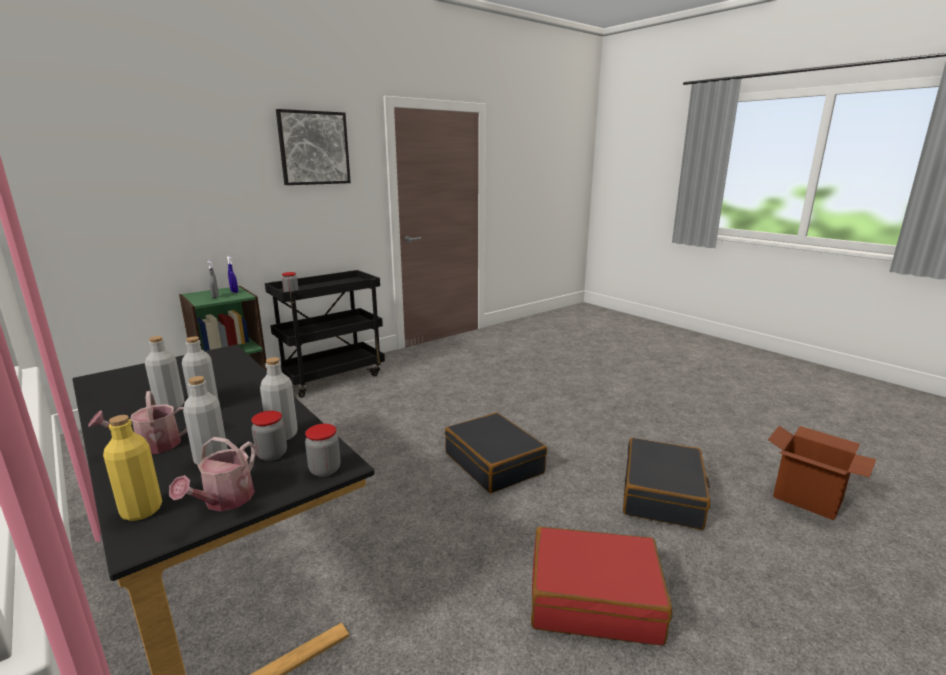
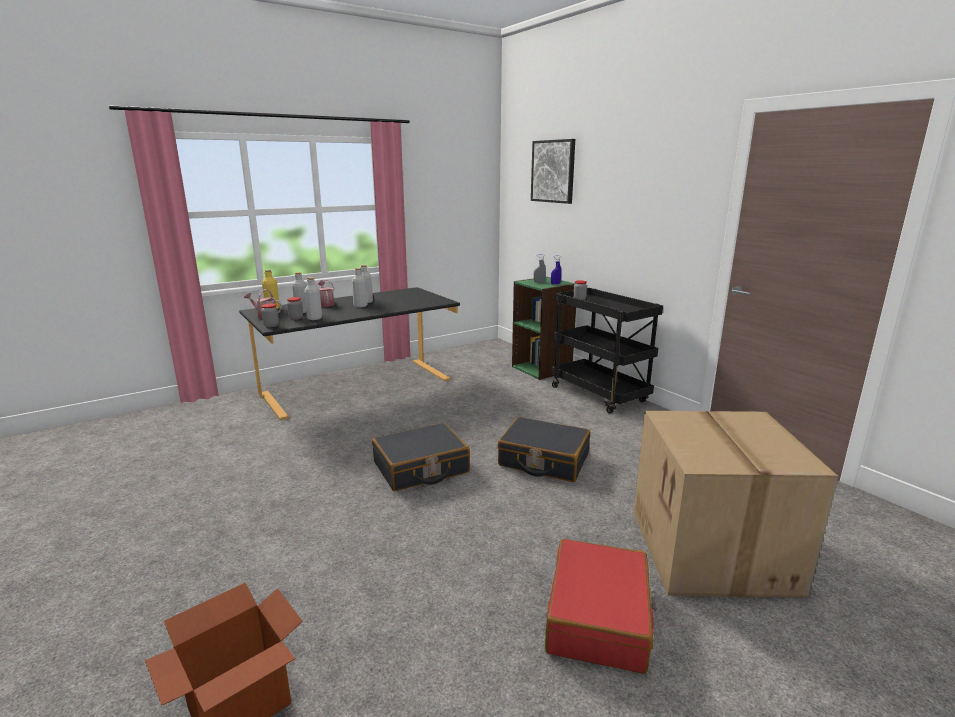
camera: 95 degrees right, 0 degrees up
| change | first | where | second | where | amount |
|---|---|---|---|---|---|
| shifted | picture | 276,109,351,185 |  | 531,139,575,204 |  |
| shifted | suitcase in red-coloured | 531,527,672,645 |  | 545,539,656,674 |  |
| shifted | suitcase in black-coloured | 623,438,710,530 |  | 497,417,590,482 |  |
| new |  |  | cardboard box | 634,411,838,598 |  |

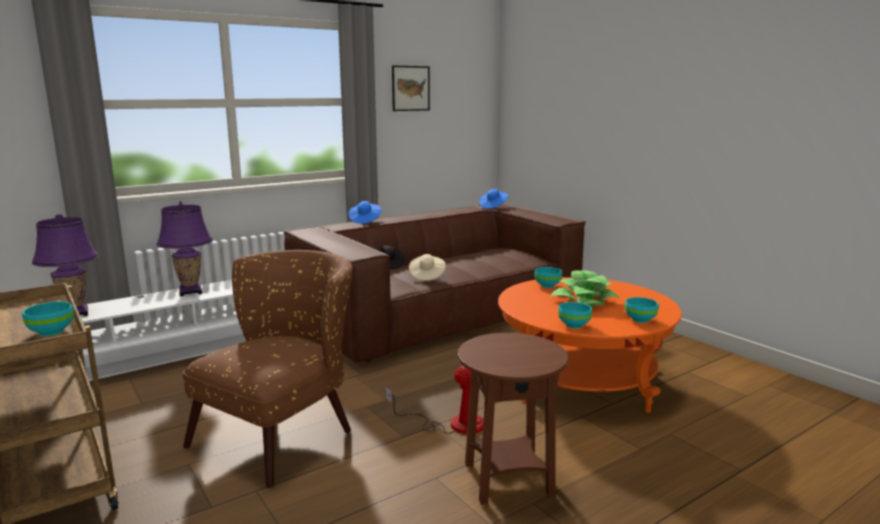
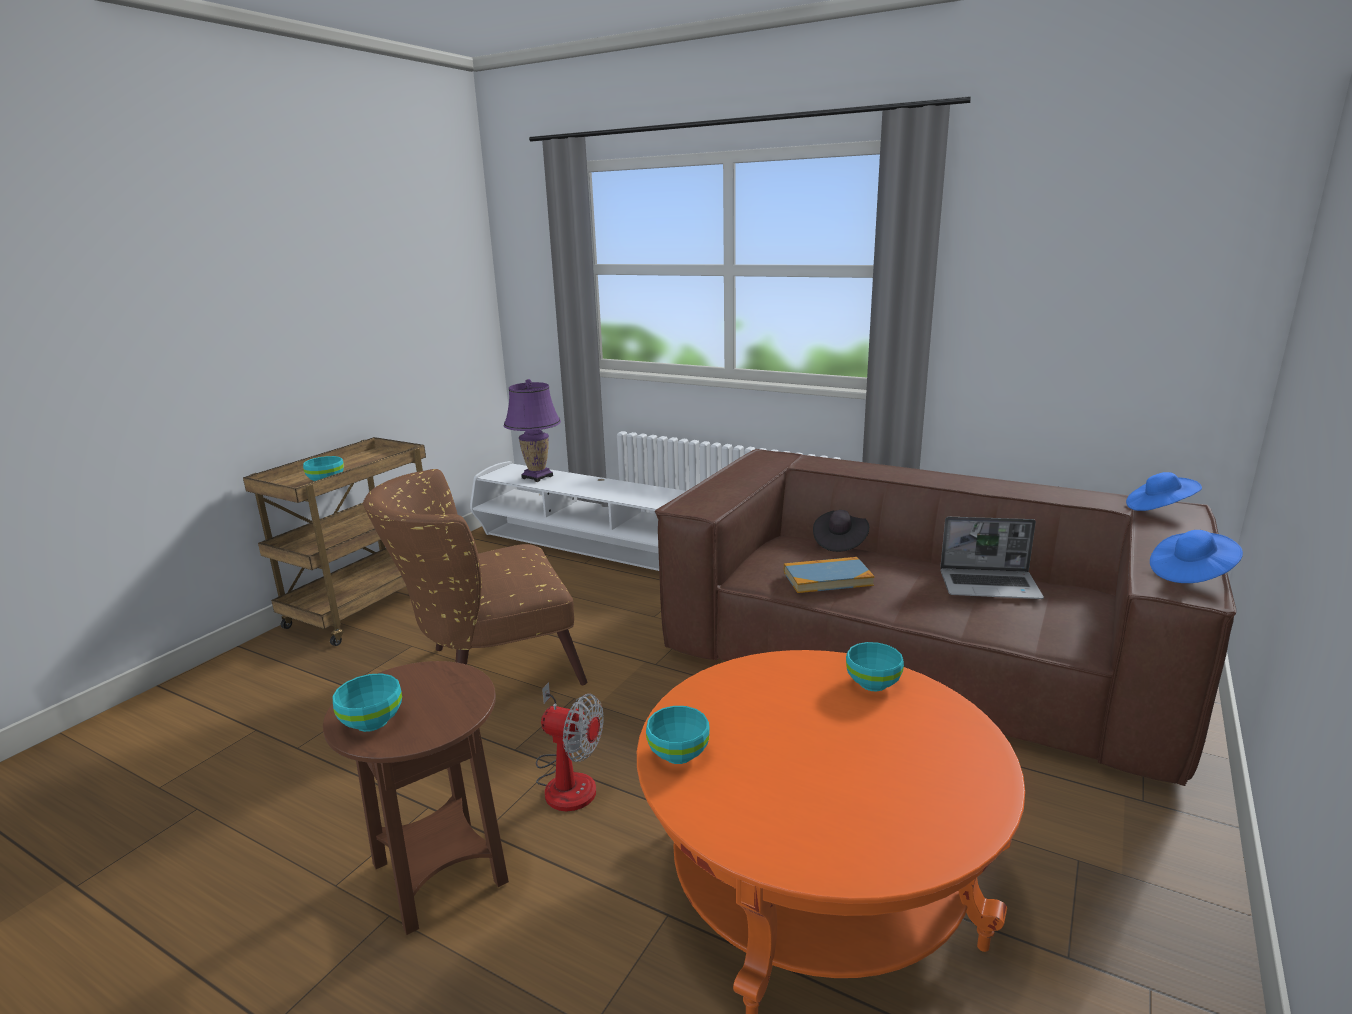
camera: 65 degrees right, 5 degrees up
| change | first | where | second | where | amount |
|---|---|---|---|---|---|
| gone | tabletop lamp in purple-coloured | 156,201,213,296 |  |  |  |
| rotated | easy chair in brown-coloured | 183,250,353,488 |  | 363,469,587,685 | 150 degrees clockwise |
| shifted | wearable hat in bluish | 349,201,381,224 |  | 1150,530,1243,583 |  |
| gone | picture | 392,65,430,111 |  |  |  |
| swapped | wearable hat in beige-coloured | 409,254,446,281 | bound book | 784,557,875,593 |  |
| gone | potted plant | 551,270,619,307 |  |  |  |
| shifted | bowl in turquoise-coloured | 625,297,659,323 |  | 333,673,402,732 |  |
| new |  |  | portable computer | 940,517,1044,599 |  |

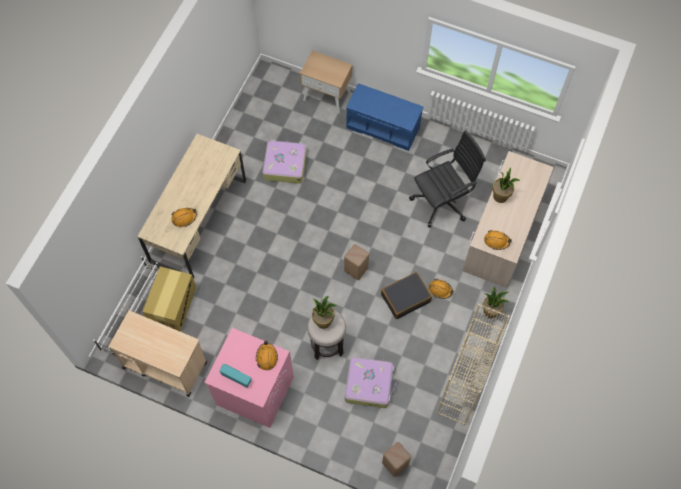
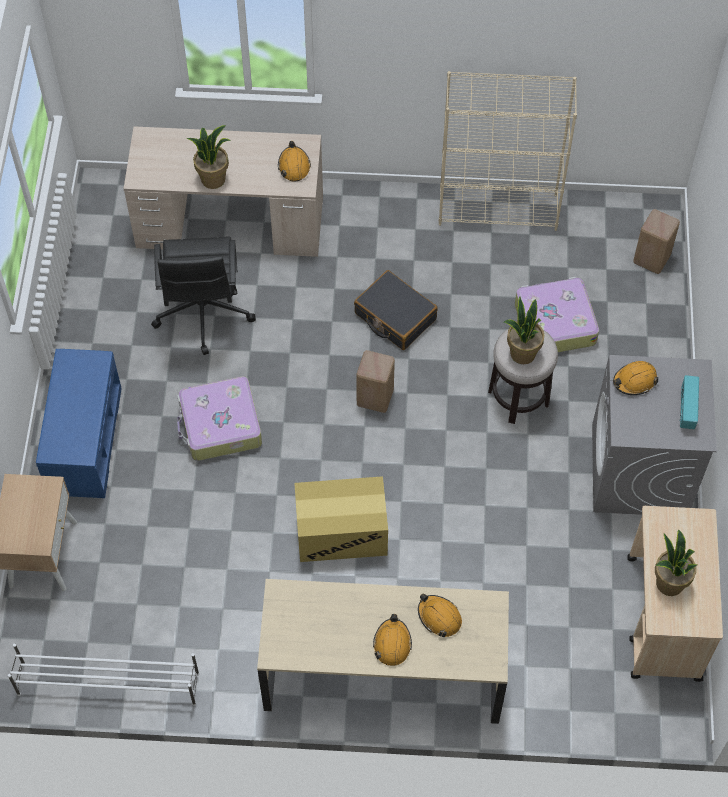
camera: 110 degrees left, 5 degrees down
| change | first | where | second | where | amount |
|---|---|---|---|---|---|
| shifted | shoe stand in white-coloured | 93,256,159,357 |  | 8,644,199,706 |  |
| shifted | cardboard box | 142,267,197,332 |  | 294,476,388,562 |  |
| repainted | washing machine in pink | 204,328,294,428 | washing machine in greyish | 592,355,717,515 |  |
| shifted | suitcase | 263,140,307,184 |  | 177,376,262,461 |  |
| rotated | computer chair in black-coloured | 409,130,486,227 |  | 151,237,256,355 | 135 degrees counterclockwise |
| shifted | safety helmet in orange | 429,279,454,299 |  | 373,614,412,666 |  |
| shifted | potted plant | 483,287,509,318 |  | 655,529,697,596 |  |

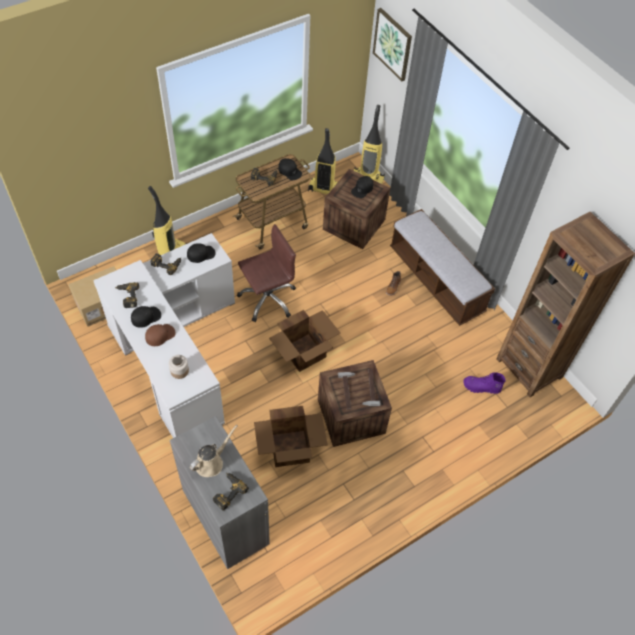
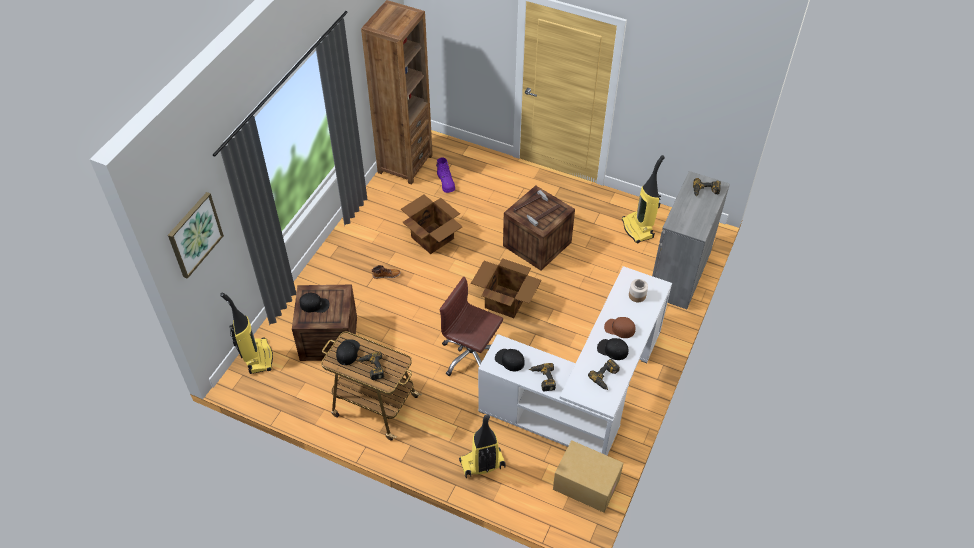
camera: 120 degrees left, 5 degrees down
| change | first | where | second | where | amount |
|---|---|---|---|---|---|
| gone | sprinkling can in beige-coloured | 190,425,238,477 |  |  |  |
| shifted | cardboard box | 254,406,328,467 |  | 401,195,463,254 |  |
| shifted | vacuum | 308,128,338,194 |  | 622,155,665,243 |  |
| gone | long seat | 390,209,495,326 |  |  |  |

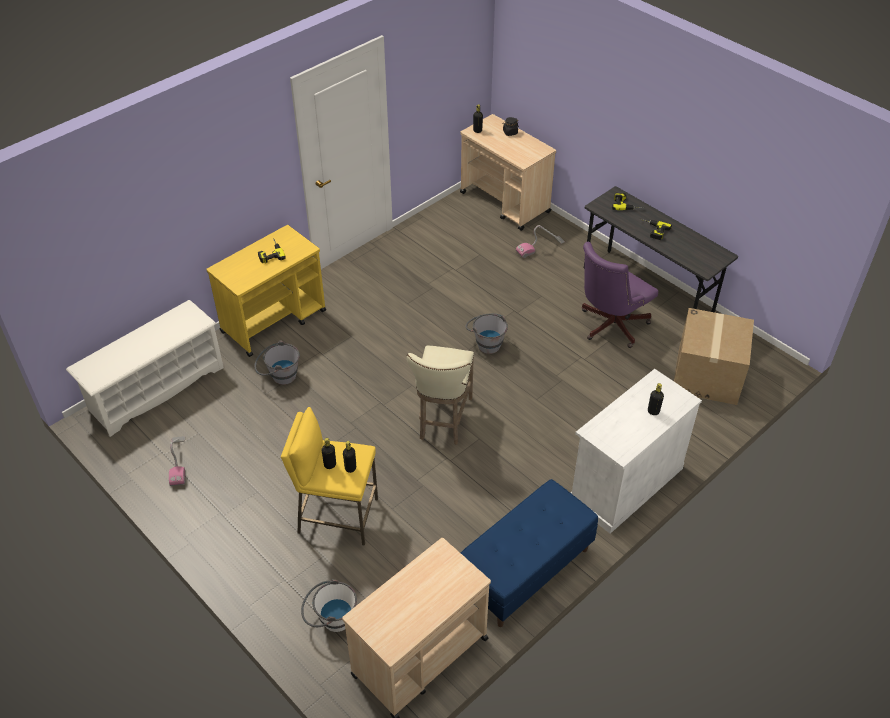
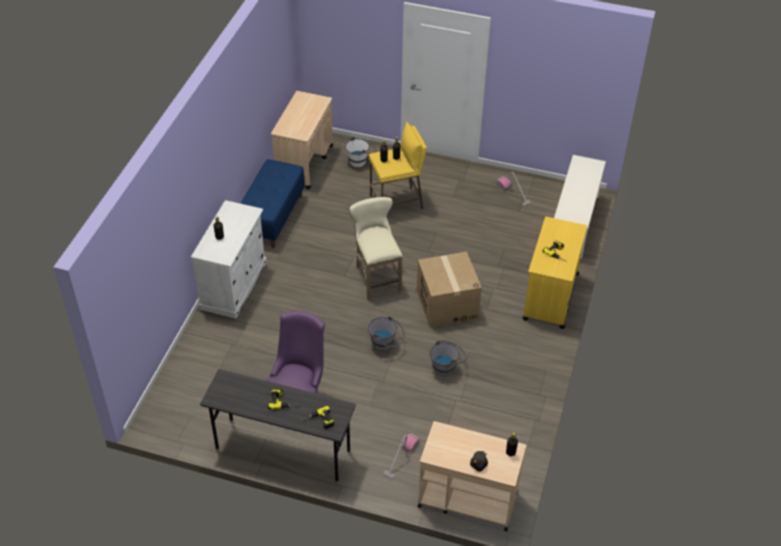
camera: 150 degrees right, 0 degrees up
| change | first | where | second | where | amount |
|---|---|---|---|---|---|
| shifted | water bucket in greyish | 254,341,300,385 |  | 429,340,466,376 |  |
| shifted | cardboard box | 674,308,754,405 |  | 417,252,482,327 |  |

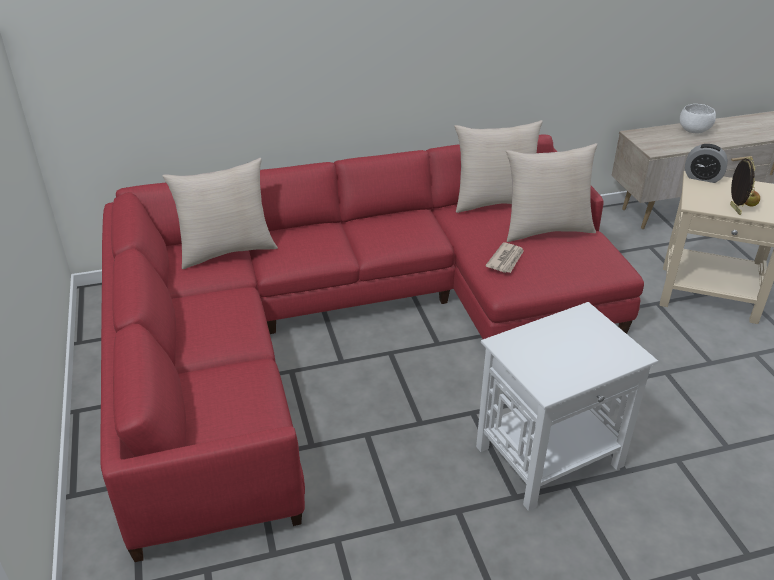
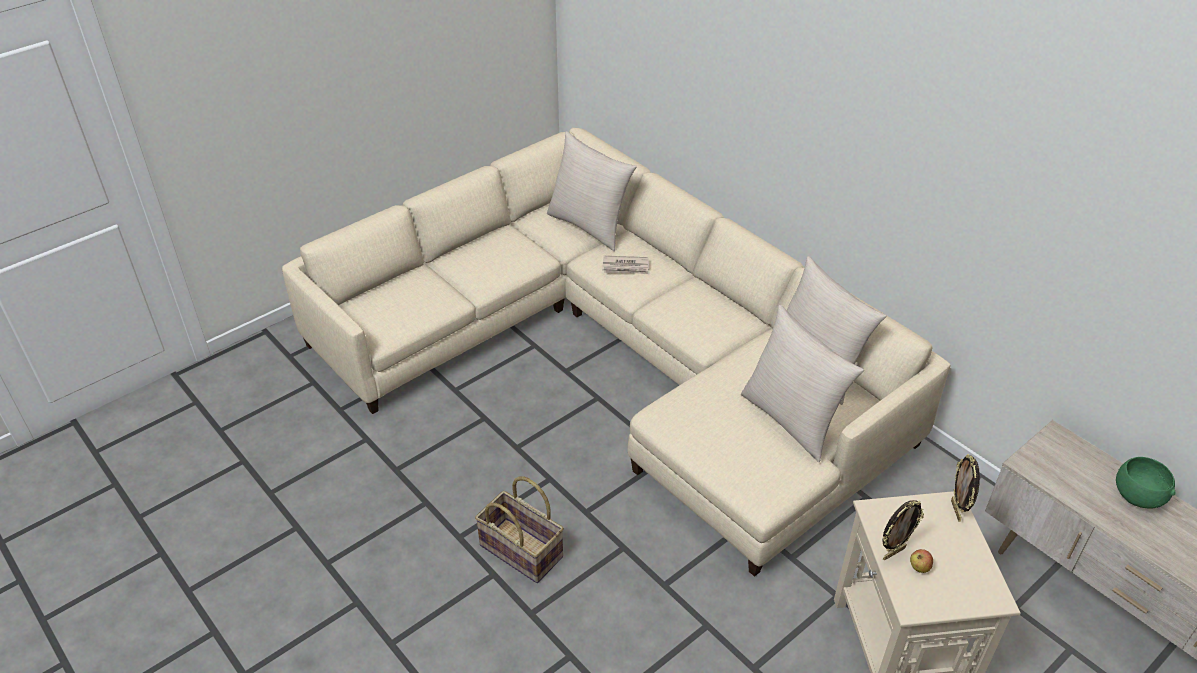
camera: 65 degrees right, 5 degrees up
| change | first | where | second | where | amount |
|---|---|---|---|---|---|
| repainted | settee in red-coloured | 100,134,644,562 | settee in beige-coloured | 282,128,950,577 |  |
| swapped | end table in white-coloured | 476,302,658,511 | basket | 475,476,564,583 |  |
| shifted | printed paper | 486,242,524,273 |  | 602,256,650,274 |  |
| repainted | bowl in white-coloured | 680,104,716,134 | bowl in green-coloured | 1116,457,1175,508 |  |
| swapped | table clock | 685,144,728,183 | photo frame | 951,454,980,522 |  |

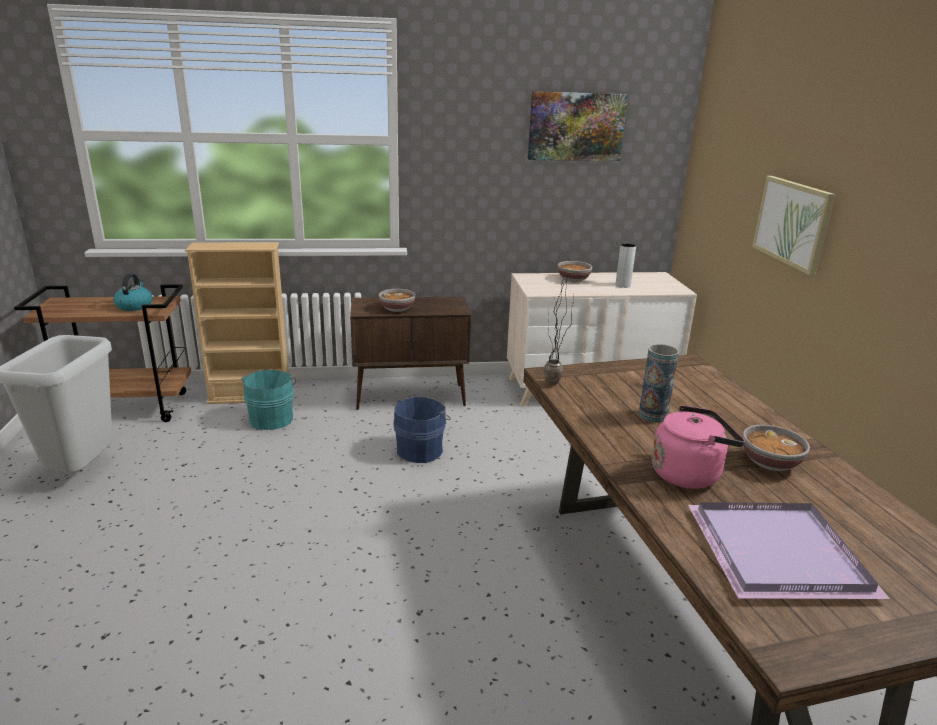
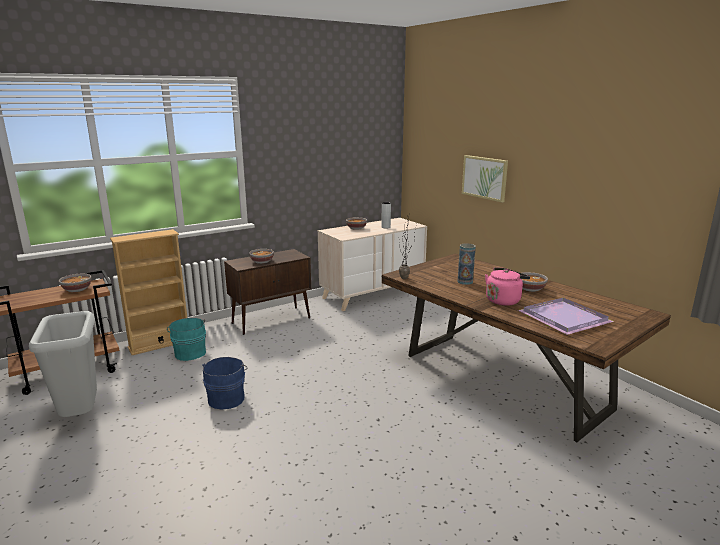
camera: 25 degrees left, 5 degrees down
| change | first | where | second | where | amount |
|---|---|---|---|---|---|
| swapped | tea kettle | 114,273,152,311 | bowl | 59,274,92,292 |  |
| shifted | water bucket in bluish | 393,397,451,463 |  | 202,357,247,409 |  |
| gone | picture | 528,91,628,161 |  |  |  |

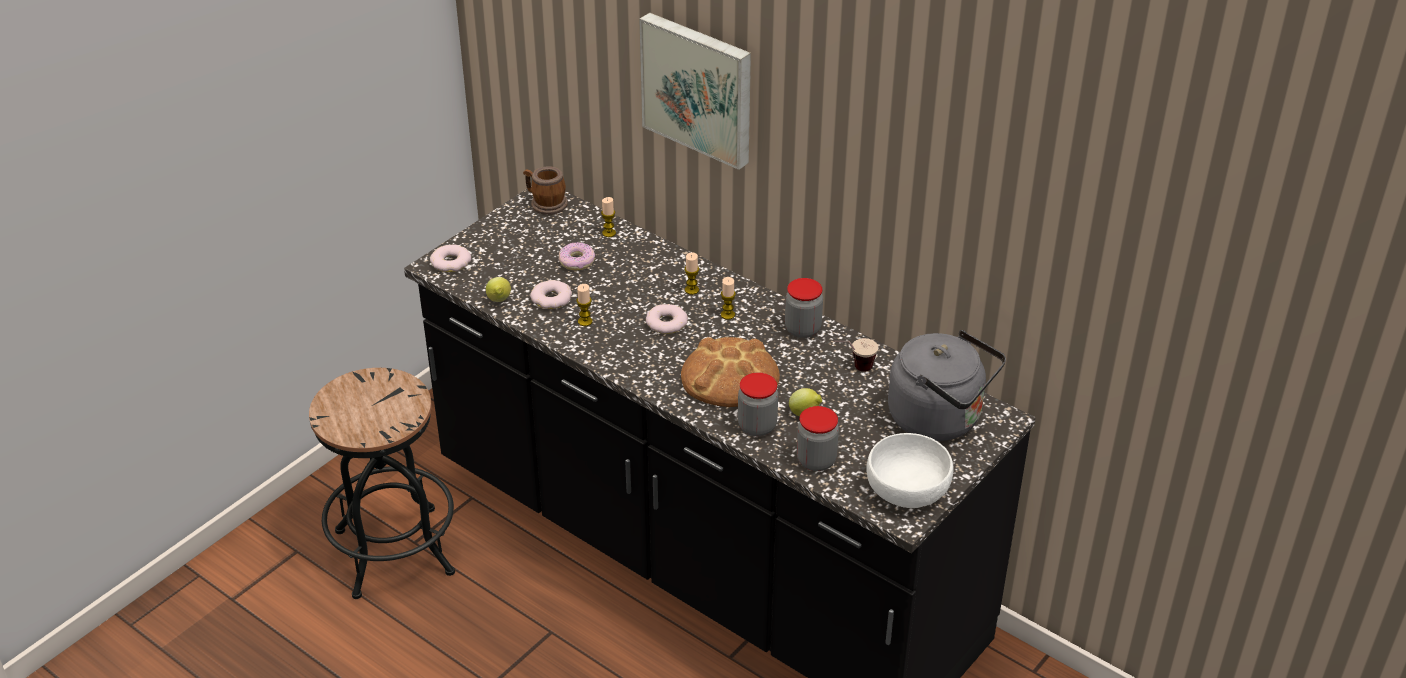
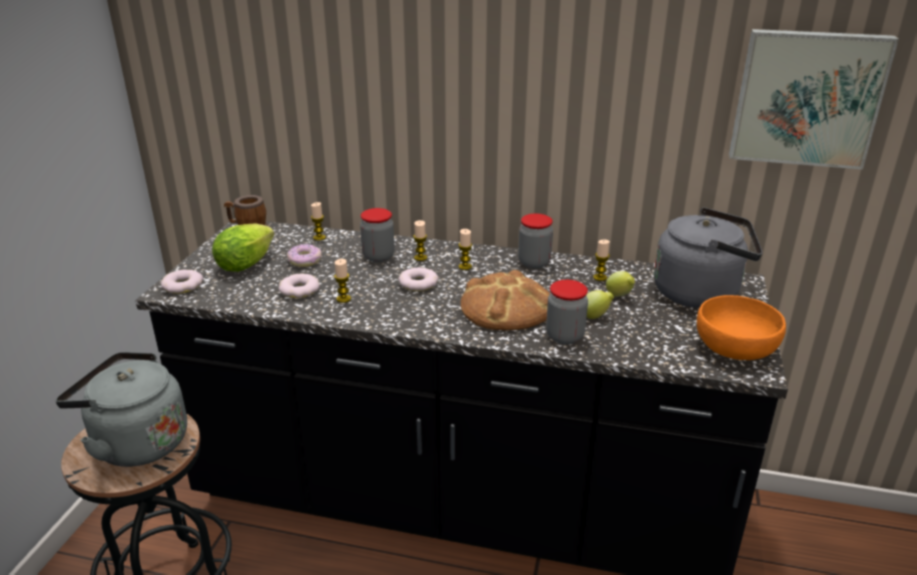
camera: 25 degrees left, 10 degrees down
| change | first | where | second | where | amount |
|---|---|---|---|---|---|
| shifted | lemon | 486,277,511,302 |  | 606,271,635,297 |  |
| shifted | picture | 639,13,751,170 |  | 729,29,899,169 |  |
| shifted | preserve jar | 797,406,839,471 |  | 360,208,395,262 |  |
| swapped | cup | 834,338,878,372 | wax light | 593,240,610,281 |  |
| repainted | bowl in white-coloured | 866,433,953,508 | bowl in orange | 697,295,786,360 |  |
| new |  |  | tea kettle in greyish | 56,352,187,467 |  |
| new |  |  | lettuce head | 212,223,274,272 |  |

